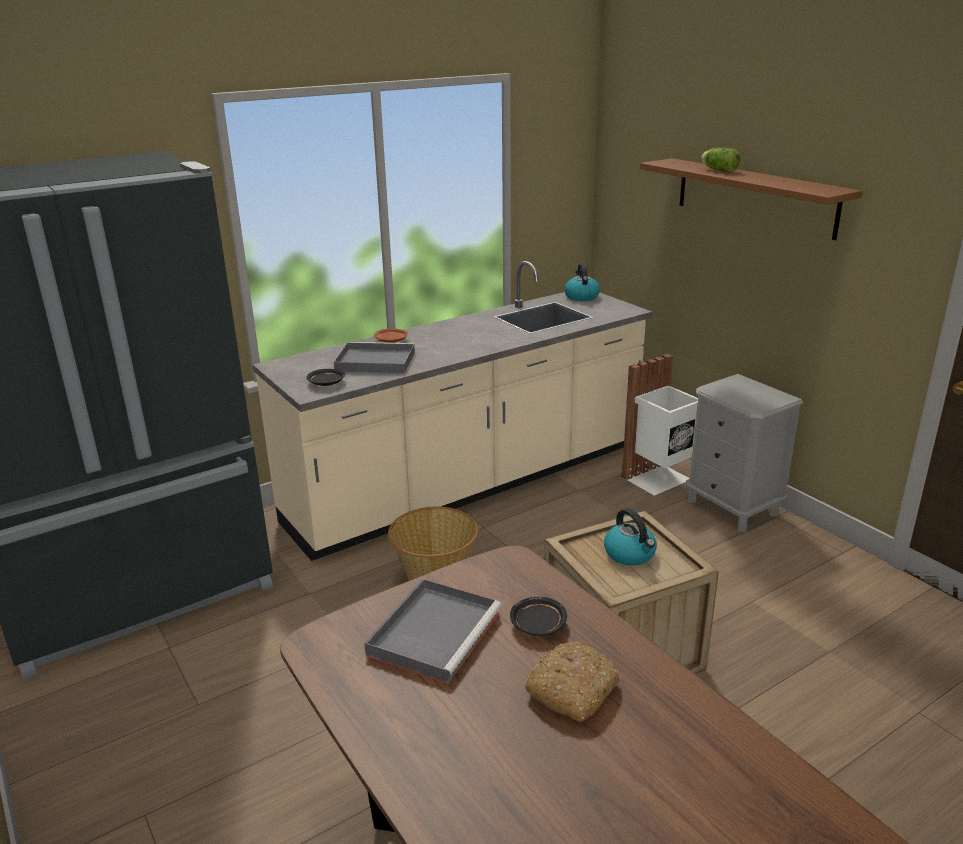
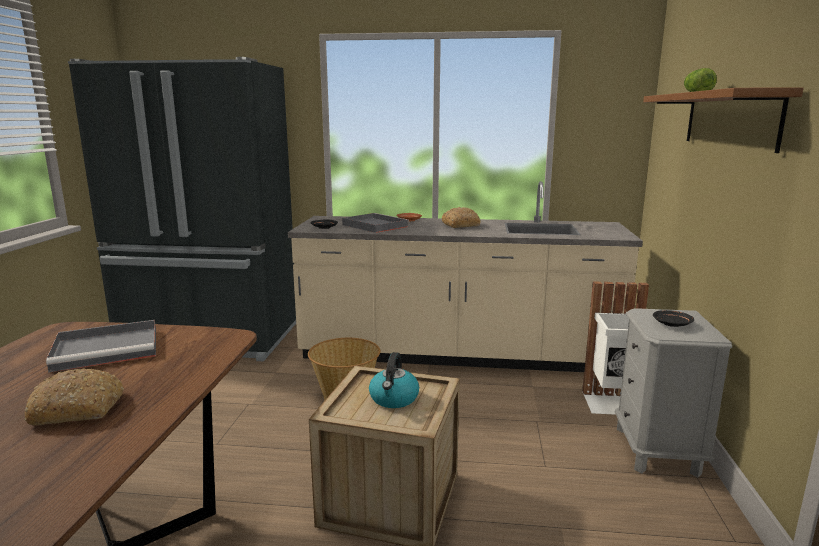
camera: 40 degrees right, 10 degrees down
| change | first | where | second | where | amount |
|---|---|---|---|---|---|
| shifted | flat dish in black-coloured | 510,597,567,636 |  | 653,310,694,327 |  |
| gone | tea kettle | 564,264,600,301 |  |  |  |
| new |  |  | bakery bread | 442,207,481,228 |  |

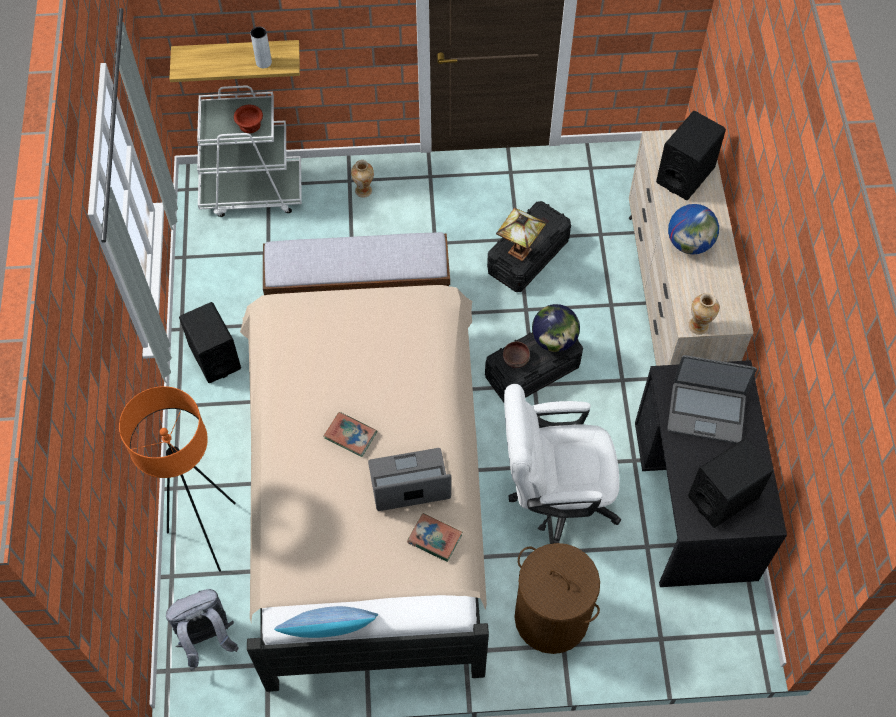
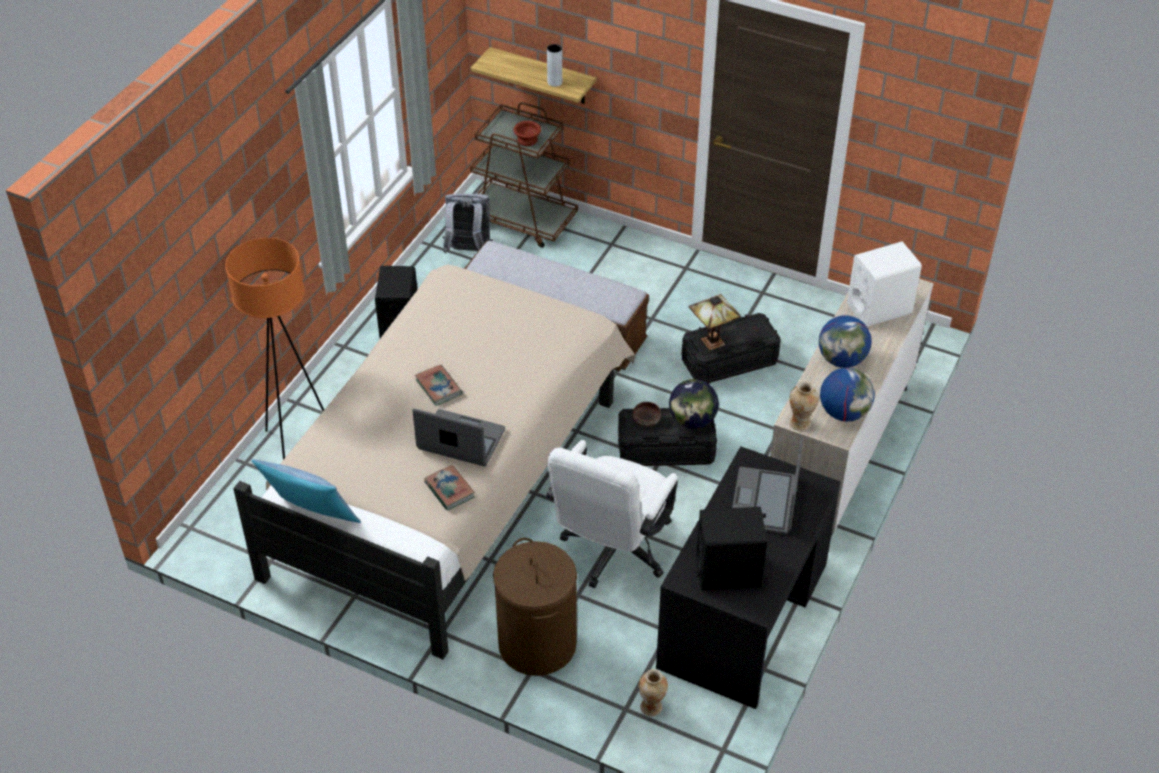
camera: 30 degrees right, 15 degrees down
| change | first | where | second | where | amount |
|---|---|---|---|---|---|
| shifted | backpack in greyish | 166,589,239,671 |  | 443,194,493,253 |  |
| repainted | cart in white-coloured | 197,86,302,217 | cart in brown-coloured | 470,102,578,248 |  |
| shifted | decorative vase | 351,160,374,198 |  | 638,669,668,716 |  |
| rotated | computer chair in white-coloured | 504,384,621,544 |  | 546,440,678,588 | 90 degrees counterclockwise |
| repainted | speaker in black-coloured | 656,111,726,200 | speaker in white-coloured | 847,241,922,327 |  |
| rotated | portable computer | 667,355,757,444 |  | 732,437,803,534 | 60 degrees clockwise |
| new |  |  | globe | 820,368,875,422 |  |

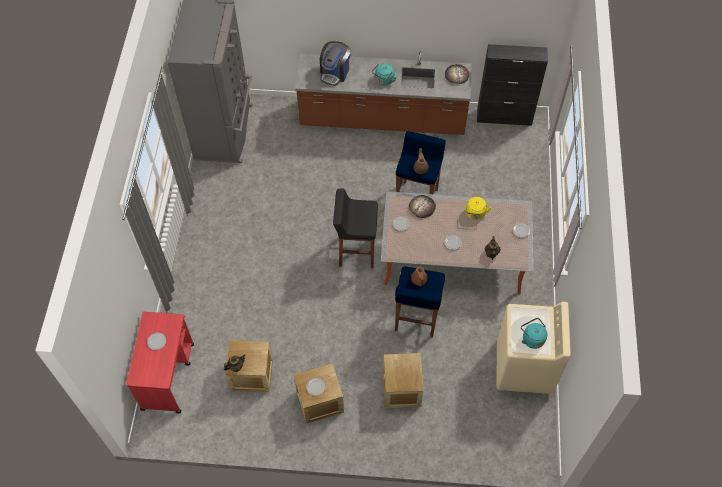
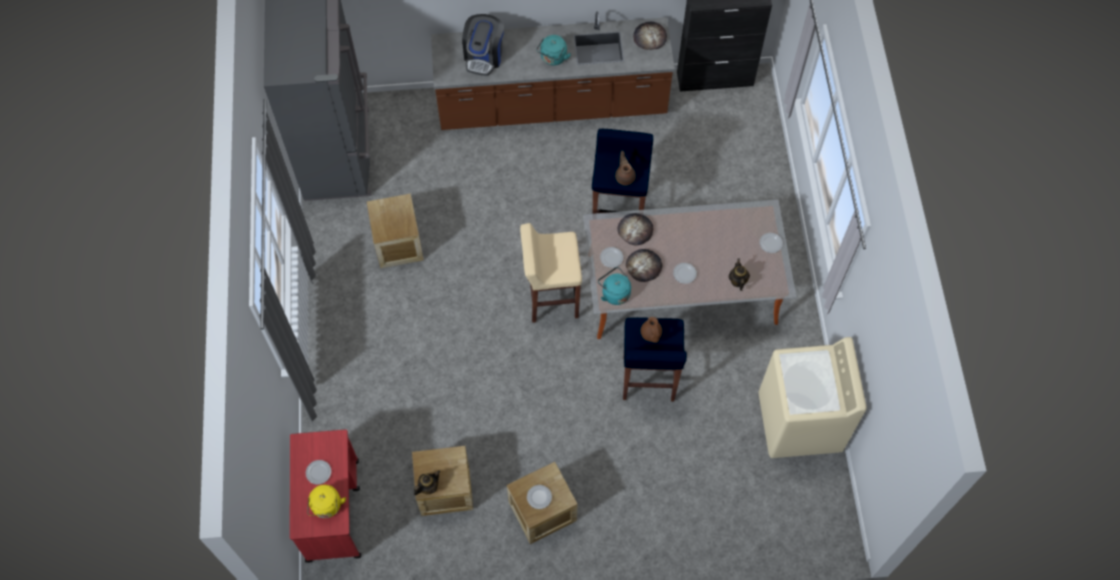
camera: 10 degrees left, 5 degrees up
| change | first | where | second | where | amount |
|---|---|---|---|---|---|
| repainted | sitting stool in black-coloured | 333,188,378,268 | sitting stool in beige-coloured | 520,223,582,323 |  |
| shifted | shipping crate | 383,353,424,408 |  | 367,194,424,269 |  |
| shifted | tea kettle in yellowish | 466,197,492,220 |  | 307,485,346,518 |  |
| shifted | tea kettle in turquoise-coloured | 521,318,547,349 |  | 598,267,631,305 |  |
| new |  |  | bakery bread | 626,249,662,282 |  |

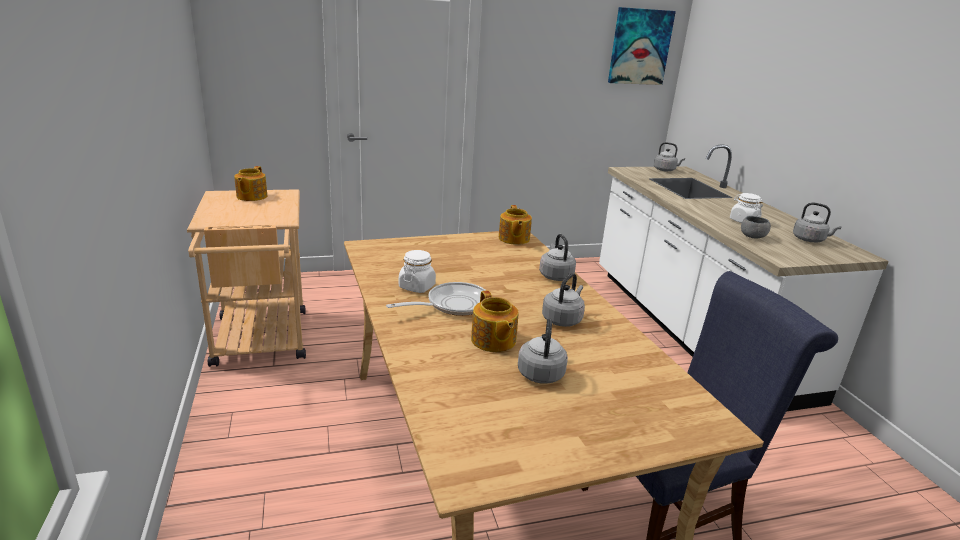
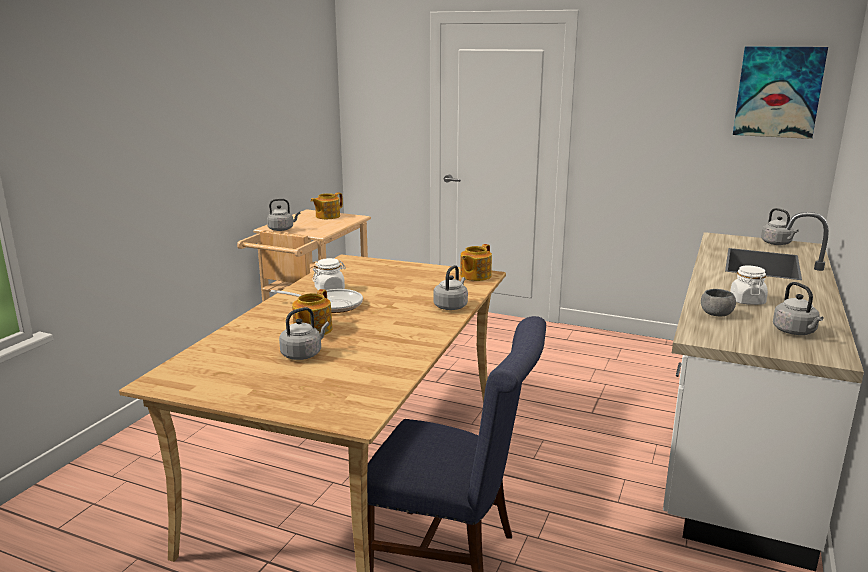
camera: 40 degrees right, 5 degrees down
| change | first | where | second | where | amount |
|---|---|---|---|---|---|
| shifted | tea kettle in greyish | 542,273,585,327 |  | 267,199,300,231 |  |

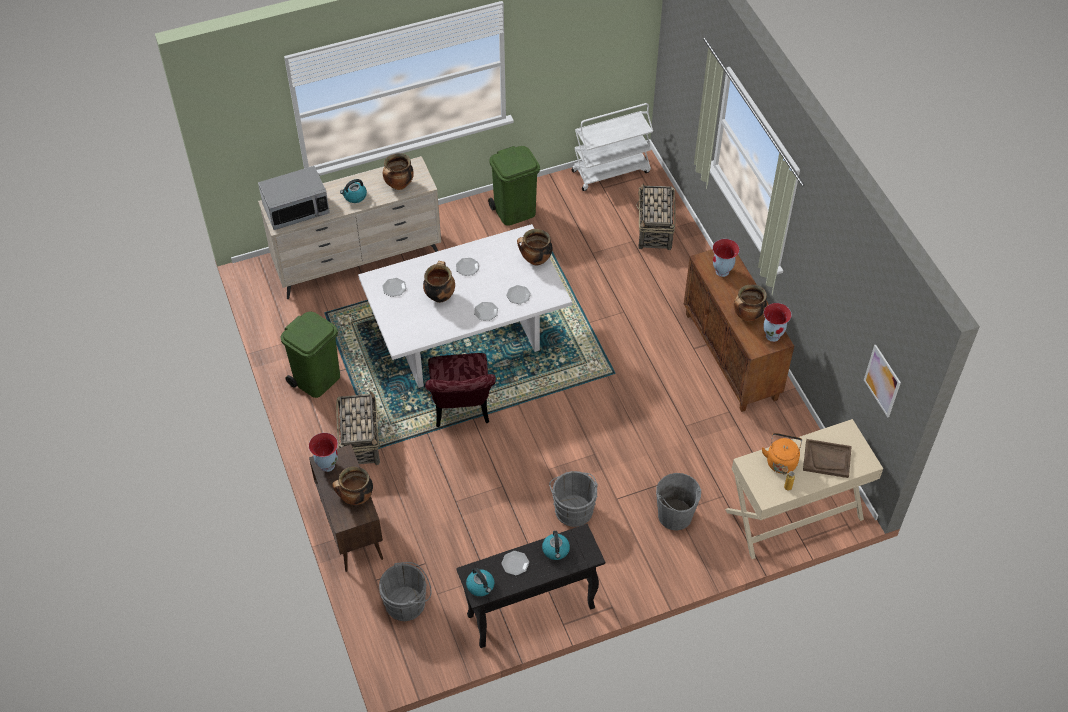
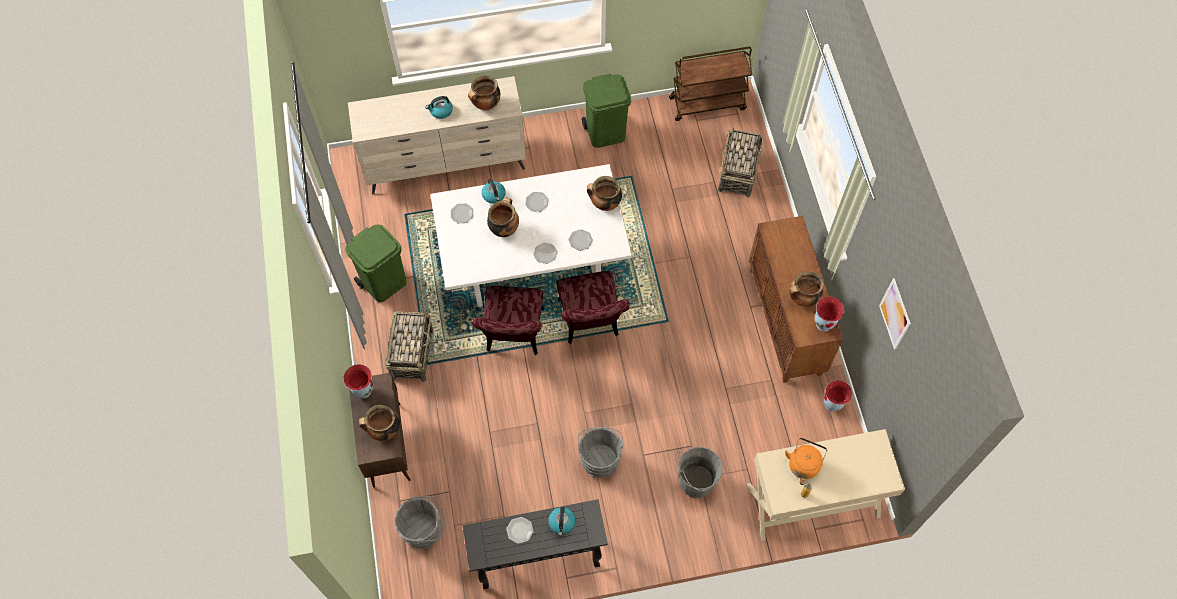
camera: 10 degrees right, 10 degrees up
| change | first | where | second | where | amount |
|---|---|---|---|---|---|
| gone | microwave | 258,166,330,230 |  |  |  |
| shifted | tea kettle | 466,568,494,596 |  | 482,179,505,204 |  |
| repainted | cart in white-coloured | 571,103,653,191 | cart in brown-coloured | 669,47,753,121 |  |
| shifted | decorative vase | 713,239,739,277 |  | 824,380,852,412 |  |
| gone | serving tray in brown-coloured | 803,439,852,478 |  |  |  |
| shifted | picture | 864,345,901,417 |  | 879,278,911,350 |  |
| new |  |  | plain chair in red-coloured | 556,271,630,344 |  |

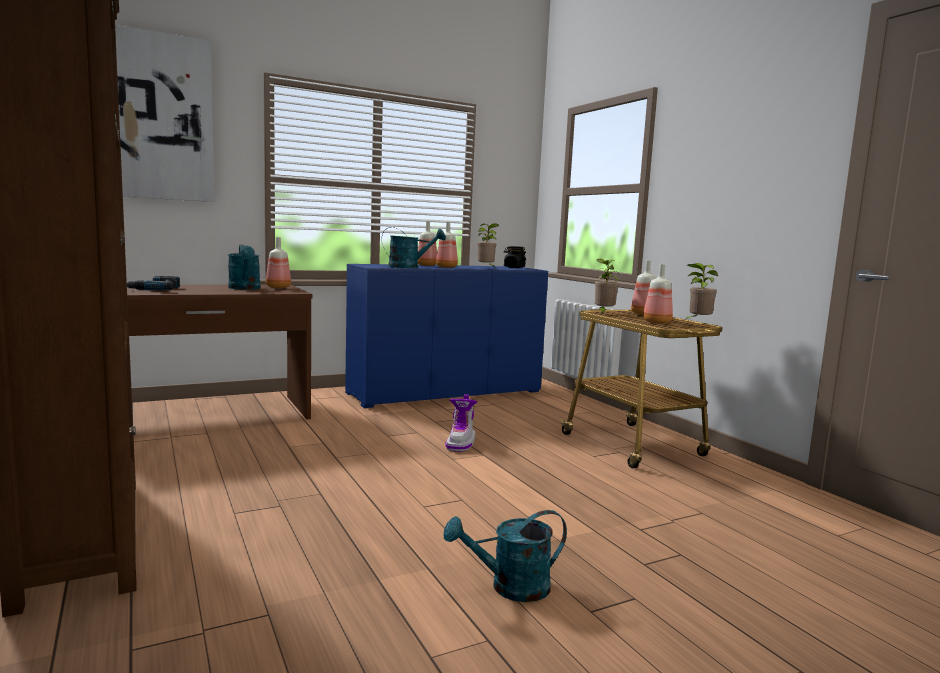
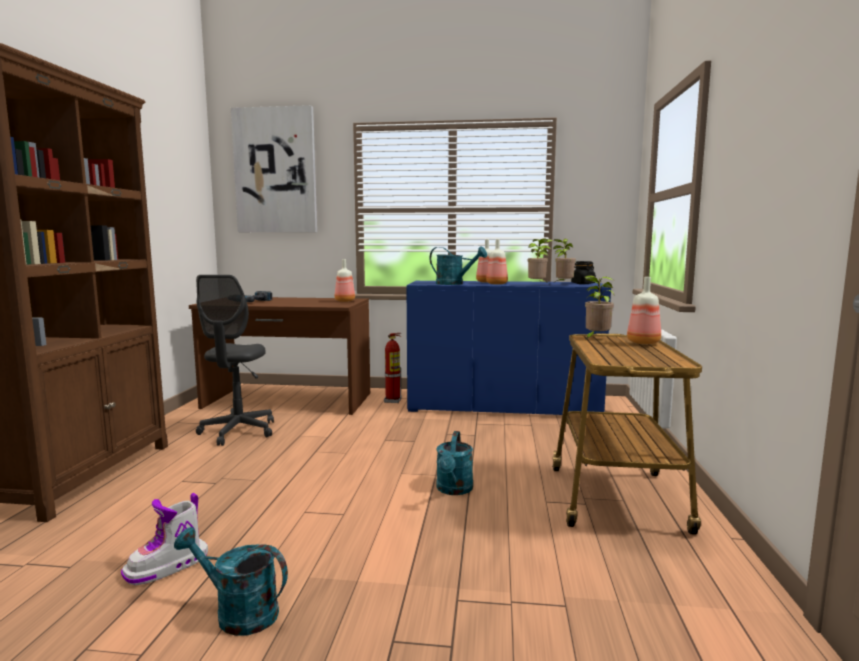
camera: 35 degrees right, 0 degrees up
| change | first | where | second | where | amount |
|---|---|---|---|---|---|
| shifted | sprinkling can in turquoise-coloured | 228,244,261,290 |  | 436,431,473,495 |  |
| shifted | boot | 445,394,477,452 |  | 121,493,208,585 |  |
| gone | beverage bottle | 643,264,673,324 |  |  |  |
| shifted | potted plant | 686,263,718,319 |  | 553,239,576,281 |  |
| new |  |  | computer chair in greyish | 196,275,274,446 |  |
| new |  |  | fire-fighting cylinder | 384,333,402,403 |  |

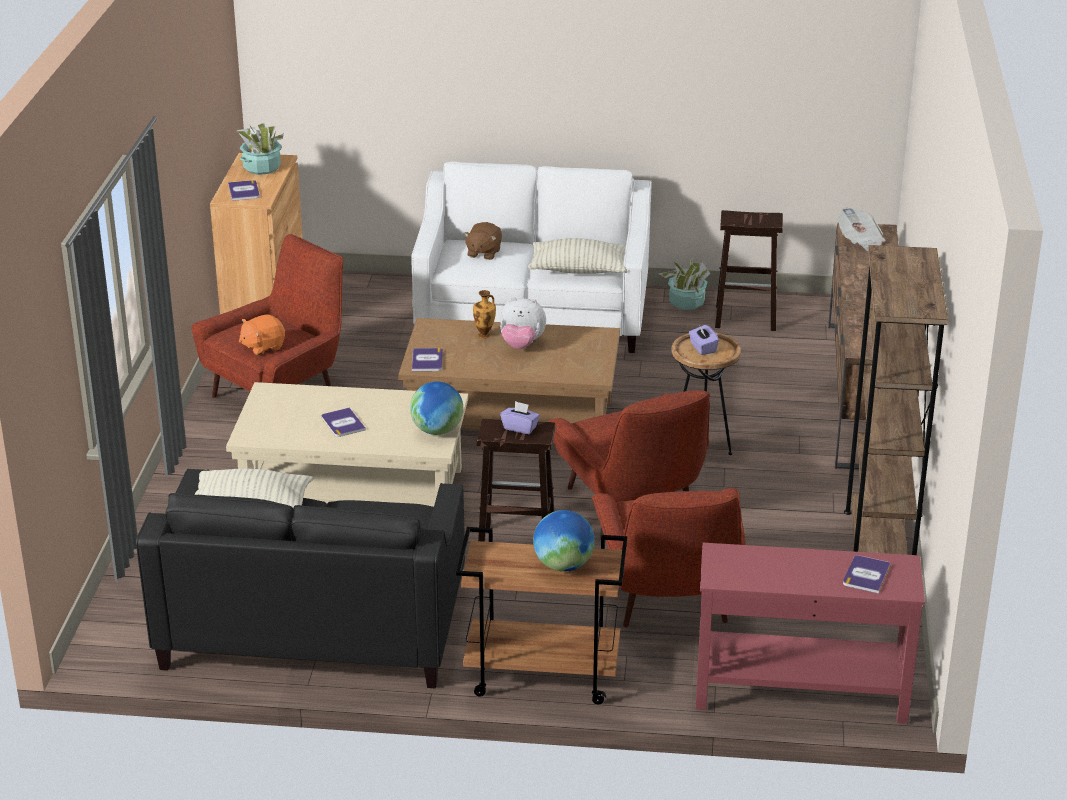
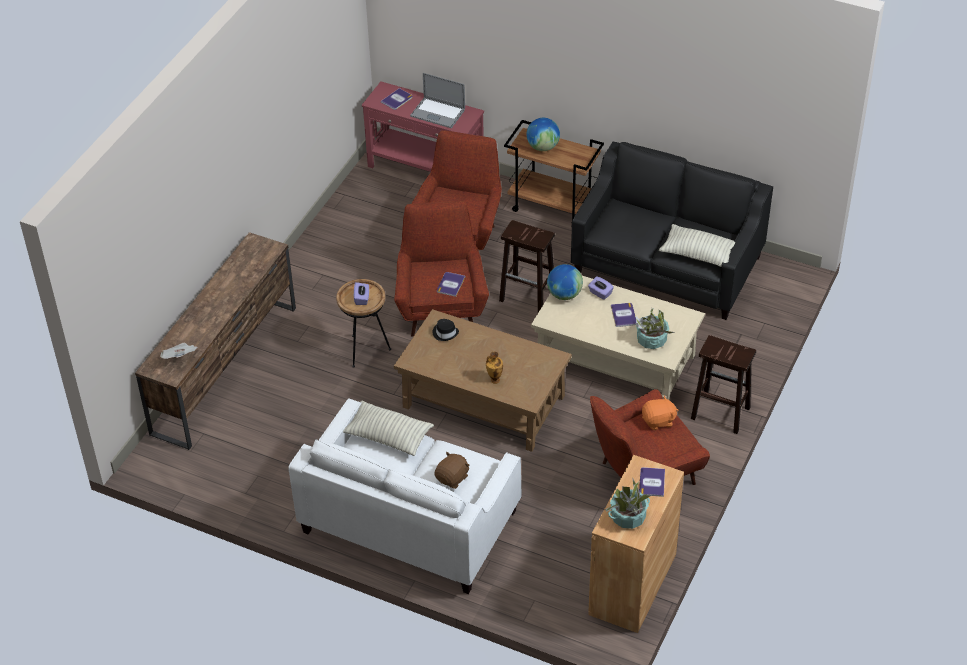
camera: 160 degrees left, 15 degrees up
| change | first | where | second | where | amount |
|---|---|---|---|---|---|
| shifted | bound book | 412,348,443,371 |  | 437,272,465,297 |  |
| gone | cuddly toy | 500,297,546,349 |  |  |  |
| shifted | box of tissues in purple-coloured | 500,401,540,434 |  | 588,276,614,300 |  |
| shifted | potted plant | 658,259,710,310 |  | 636,307,675,349 |  |
| shifted | sitting stool in brown-coloured | 715,210,783,331 |  | 691,335,756,434 |  |
| gone | shelving unit in brown-coloured | 844,245,948,555 |  |  |  |
| new |  |  | portable computer | 410,73,465,128 |  |
| new |  |  | wearable hat in black-coloured | 433,319,459,341 |  |

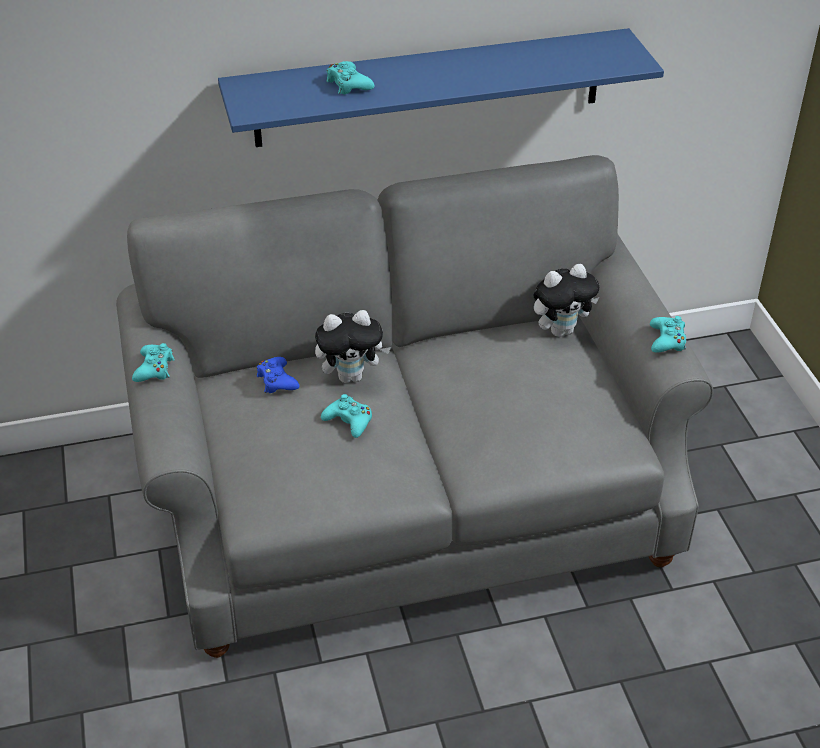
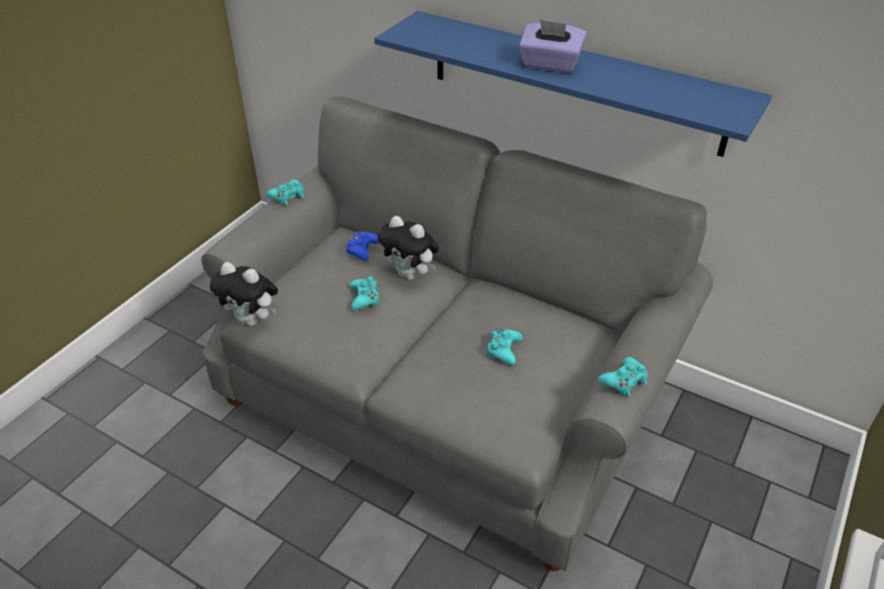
camera: 45 degrees right, 0 degrees up
| change | first | where | second | where | amount |
|---|---|---|---|---|---|
| shifted | gamepad in turquoise-coloured | 326,61,375,95 |  | 486,328,523,365 |  |
| shifted | cuddly toy | 533,264,599,337 |  | 210,262,278,326 |  |
| new |  |  | box of tissues in purple-coloured | 519,20,587,73 |  |

